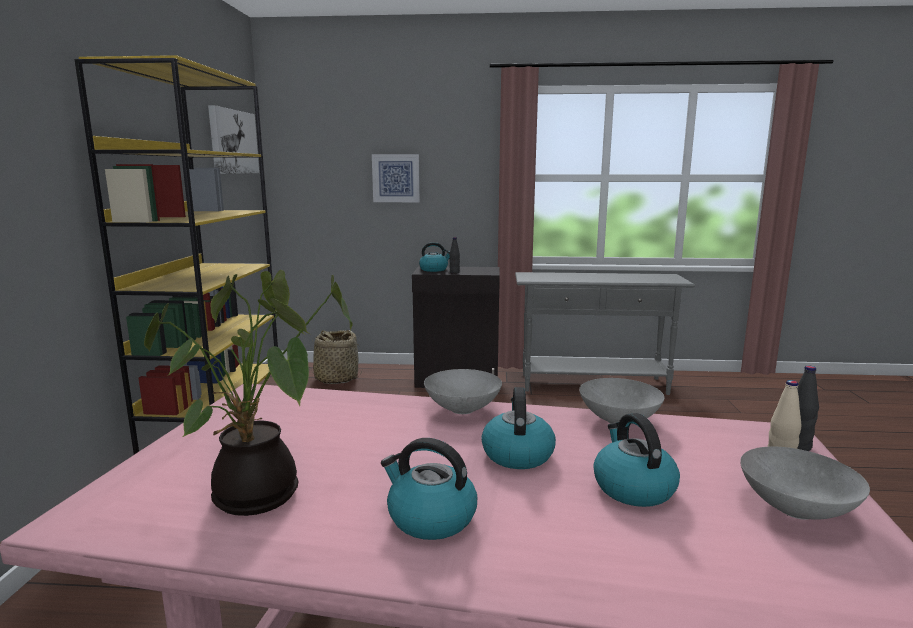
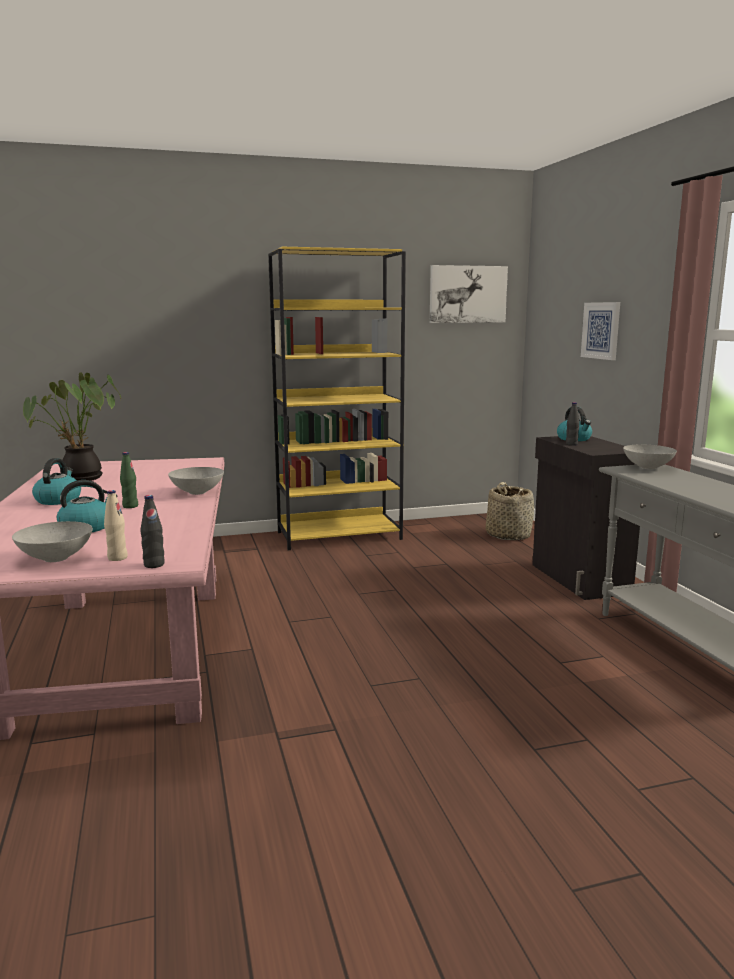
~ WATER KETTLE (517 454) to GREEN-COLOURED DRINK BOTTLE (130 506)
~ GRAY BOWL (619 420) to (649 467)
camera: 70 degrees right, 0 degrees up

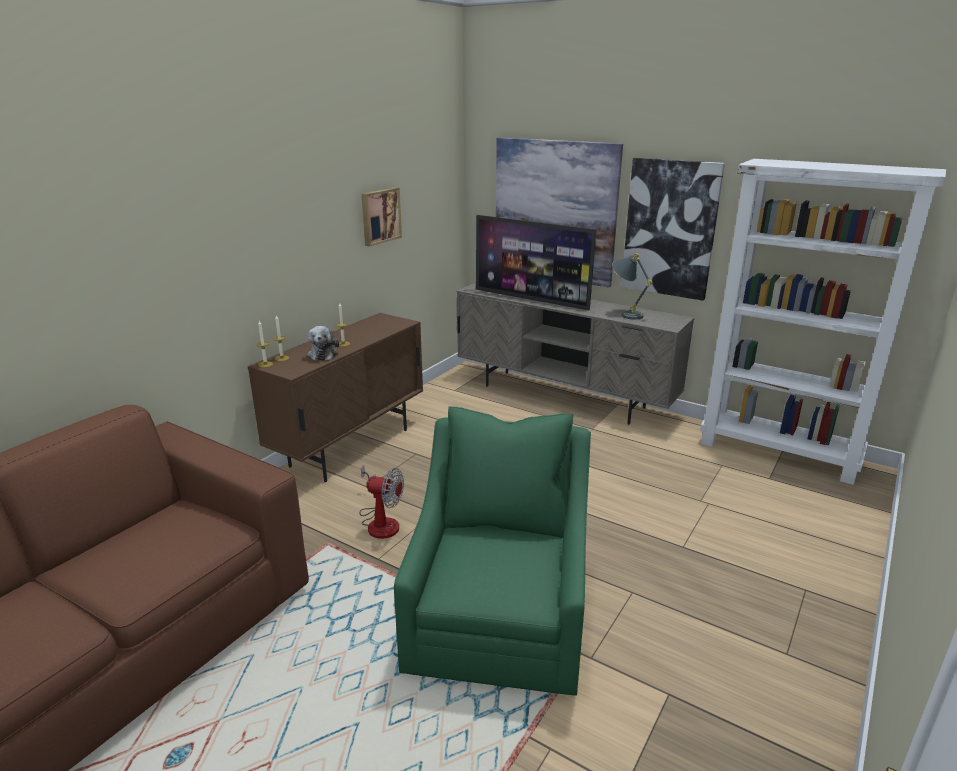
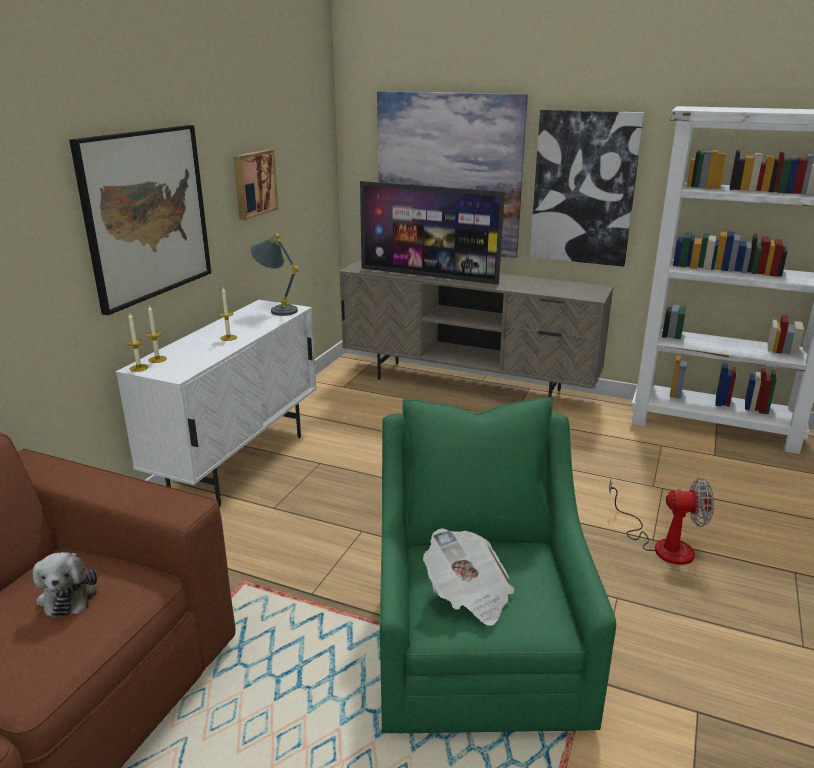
~ BROWNISH STORAGE CABINET (351 447) to WHITE STORAGE CABINET (239 463)
~ PLUSH TOY (323 354) to (69 594)
~ FAN (380 521) to (662 544)
~ GRAY TABLETOP LAMP (625 314) to (277 309)
+ WALL ART (146 215)
+ NEWSPAPER (468 594)
camera: 10 degrees left, 0 degrees up

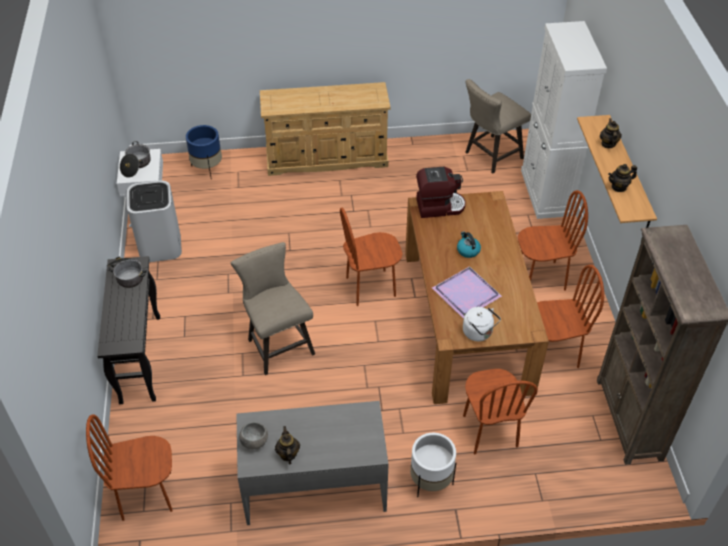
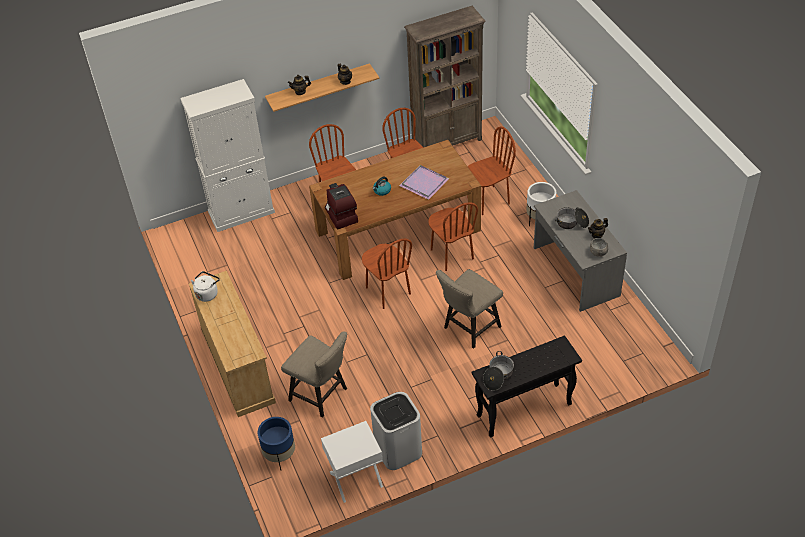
~ BROWNISH CHAIR (146 495) to (451 254)
~ SAUCEPOT (136 165) to (572 223)
~ WHITE WATER KETTLE (479 333) to (207 293)
~ BEIGE-COLOURED SITTING STOOL (490 156) to (322 396)
camera: 105 degrees left, 0 degrees up

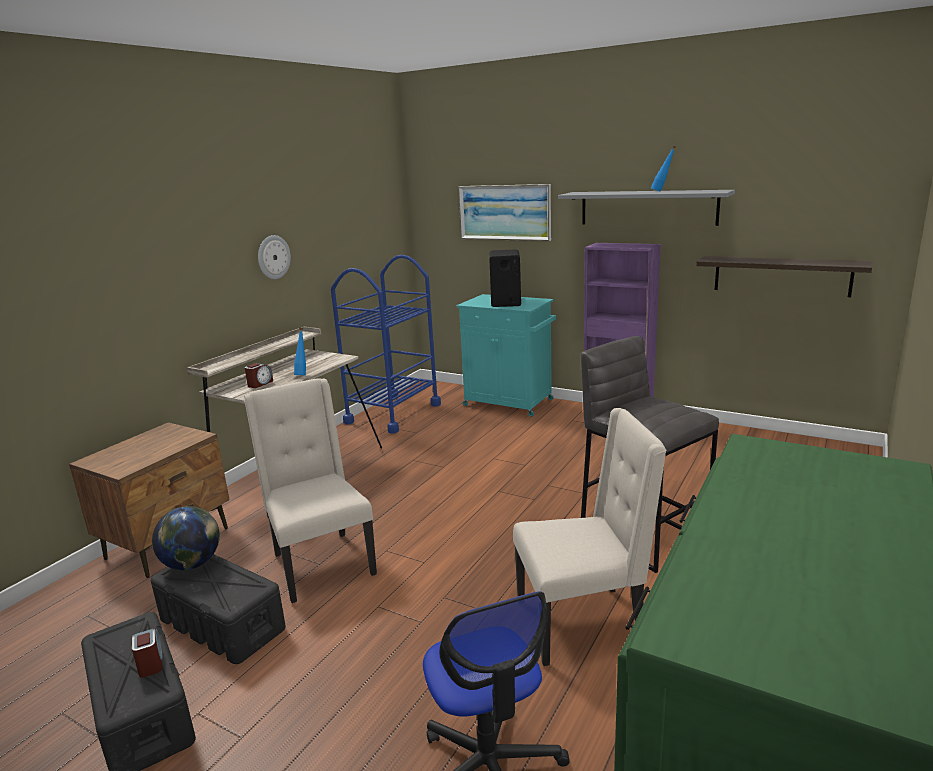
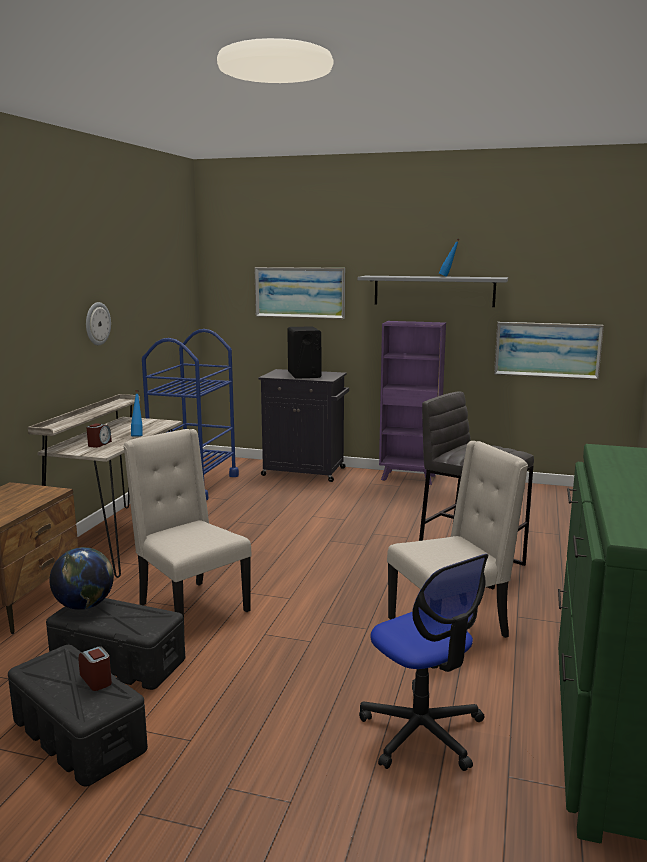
~ TURQUOISE-COLOURED STORAGE CABINET (510 403) to BLACKISH STORAGE CABINET (305 472)
~ BRACKET SHELF (781 275) to WALL ART (547 350)
camera: 15 degrees left, 5 degrees down

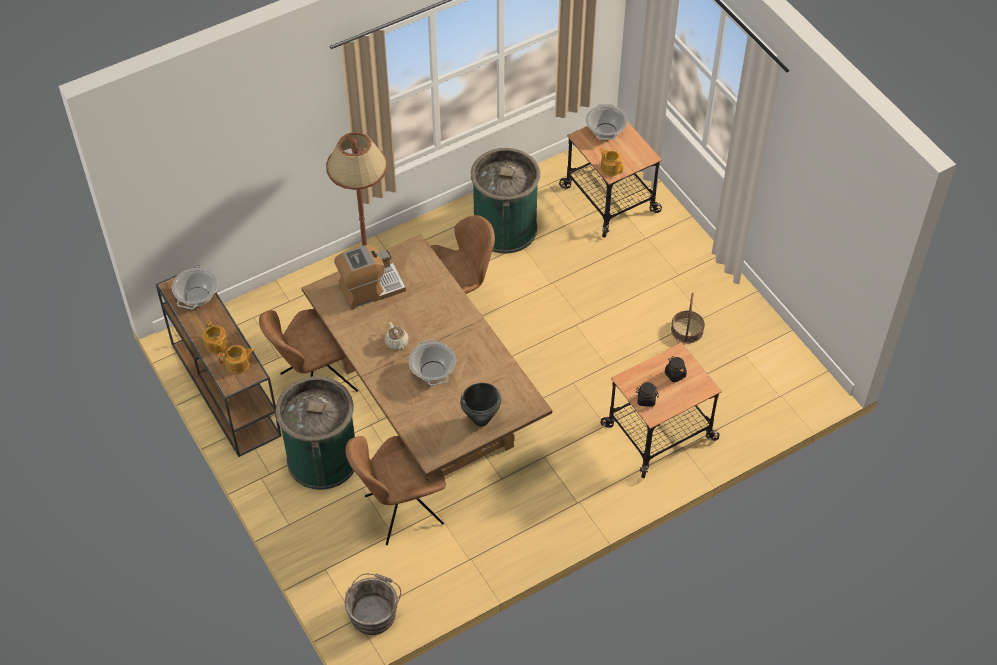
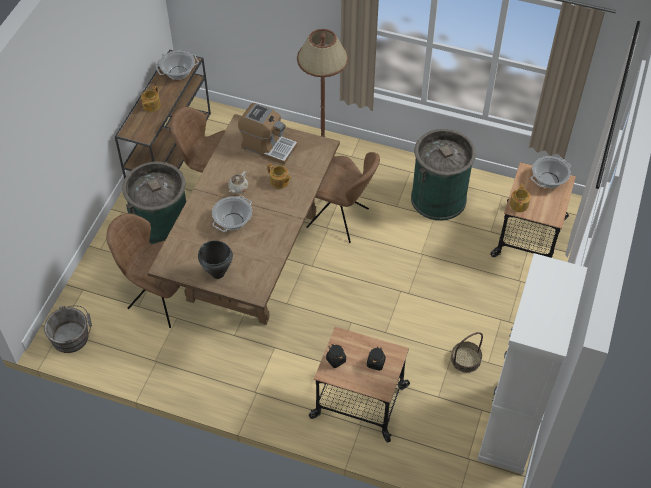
~ TEAPOT (238 364) to (279 182)
+ WHITE STORAGE CABINET (510 427)
camera: 50 degrees right, 0 degrees up

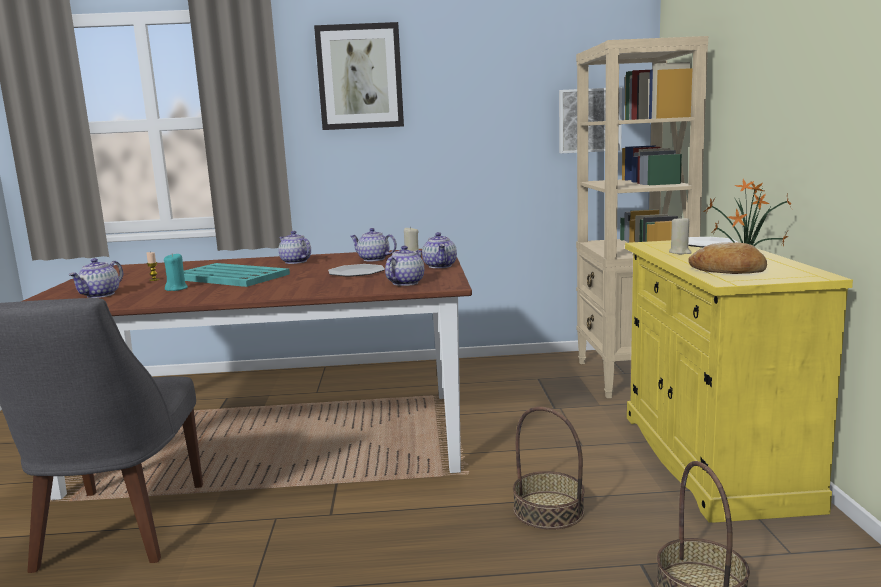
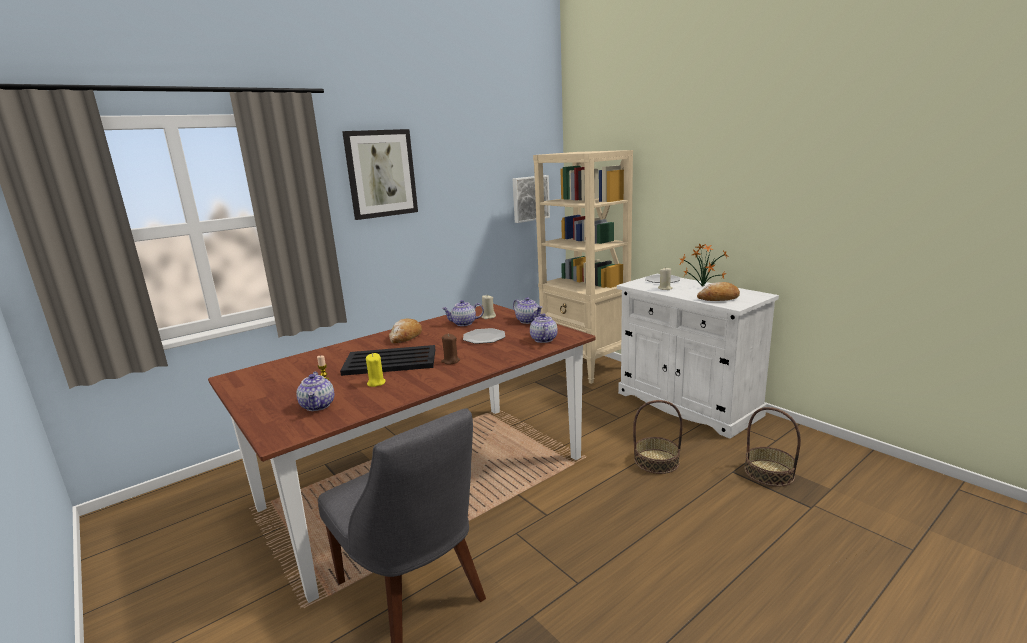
~ TURQUOISE-COLOURED WAX LIGHT (176 289) to YELLOWISH WAX LIGHT (376 383)
~ TURQUOISE-COLOURED CARRYING TRAY (231 277) to BLACKISH CARRYING TRAY (391 361)
~ TEAPOT (295 262) to BAKED BREAD (405 337)
~ YELLOWISH STORAGE CABINET (712 459) to WHITE STORAGE CABINET (687 404)
+ BROWNISH WAX LIGHT (450 361)
camera: 35 degrees left, 5 degrees up

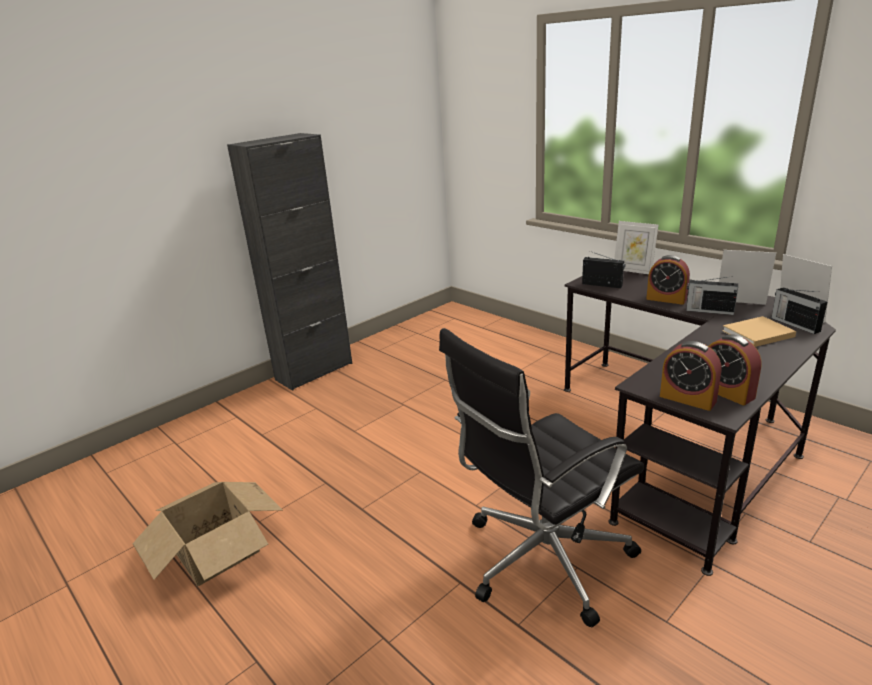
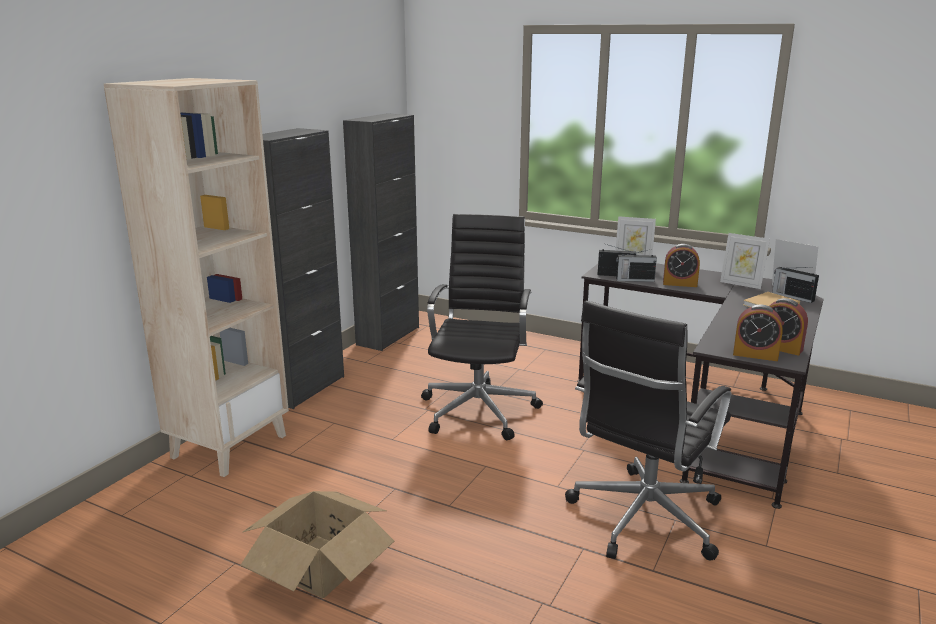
~ RADIO (708 311) to (634 280)
~ STANDING FRAME (740 304) = (741 284) 150 degrees counterclockwise
+ BEIGE-COLOURED BOOKSHELF (229 446)
+ BLACKISH STORAGE CABINET (388 336)
+ BLACKISH COMPUTER CHAIR (479 409)
camera: 20 degrees left, 5 degrees down

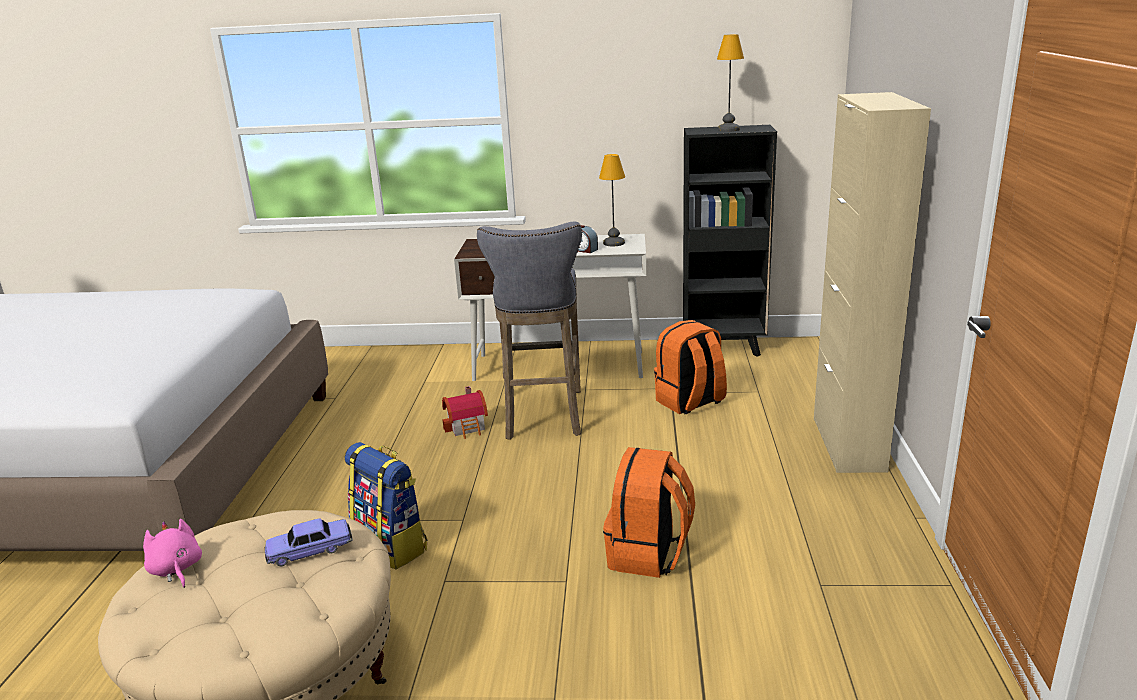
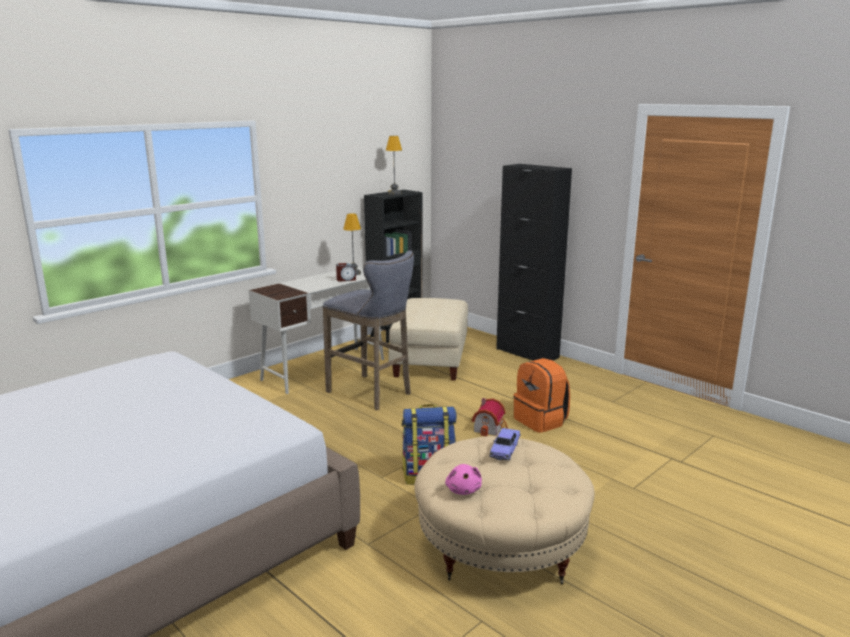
~ PINK PLUSH TOY (176 570) = (463 490) 105 degrees counterclockwise
~ MINIATURE HOUSE (468 427) to (490 428)
~ ORANGE RUCKSACK (690 402) to BEIGE-COLOURED FOOTREST (431 361)
~ BEIGE-COLOURED STORAGE CABINET (848 444) to BLACKISH STORAGE CABINET (527 353)
camera: 50 degrees left, 5 degrees down

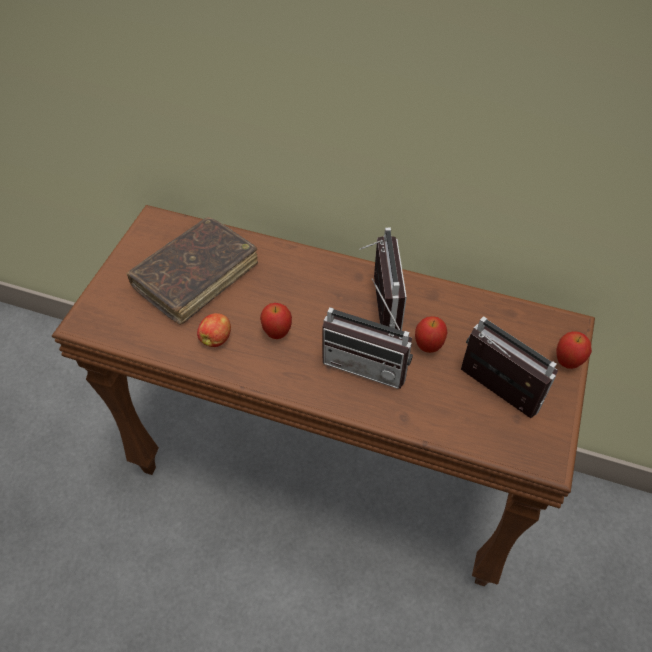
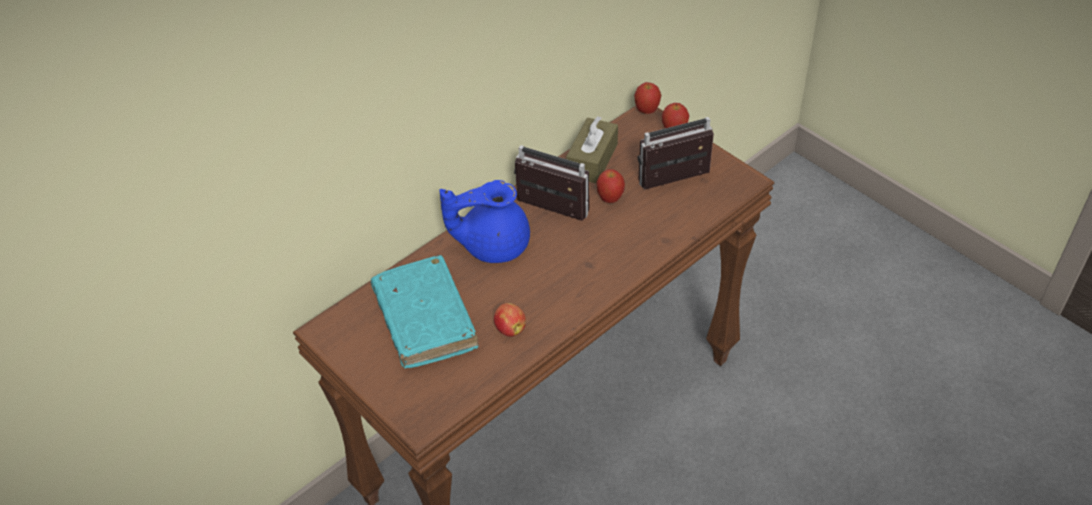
~ BROWNISH BOUND BOOK (196 276) to TURQUOISE-COLOURED BOUND BOOK (425 320)
~ APPLE FRUIT (277 333) to (646 111)
- RADIO (368 362)
+ BLUE-COLOURED TEAPOT (492 244)
+ BROWNISH TISSUE HOLDER (592 160)
camera: 60 degrees left, 5 degrees down

